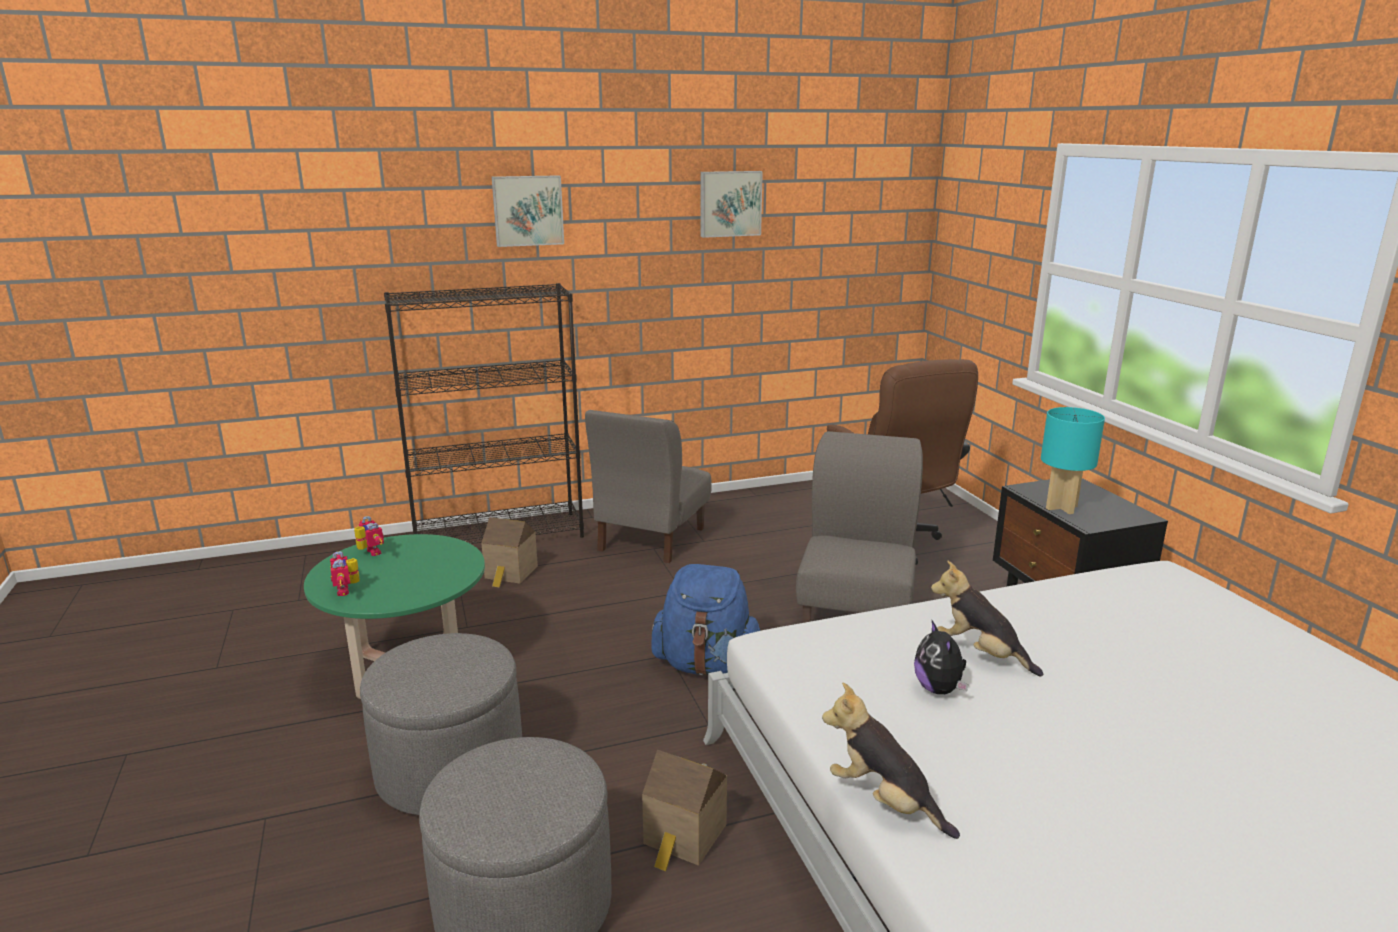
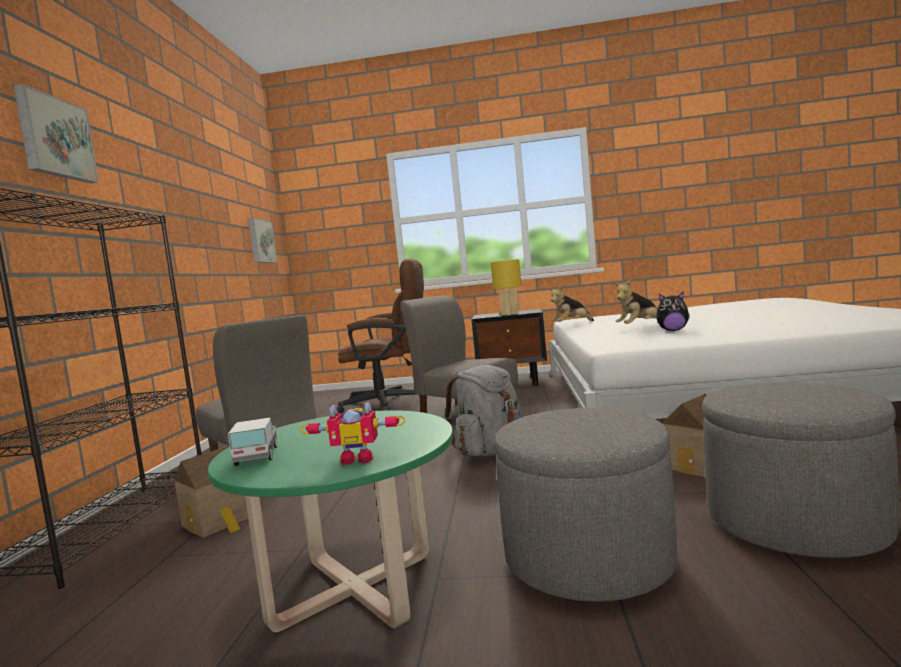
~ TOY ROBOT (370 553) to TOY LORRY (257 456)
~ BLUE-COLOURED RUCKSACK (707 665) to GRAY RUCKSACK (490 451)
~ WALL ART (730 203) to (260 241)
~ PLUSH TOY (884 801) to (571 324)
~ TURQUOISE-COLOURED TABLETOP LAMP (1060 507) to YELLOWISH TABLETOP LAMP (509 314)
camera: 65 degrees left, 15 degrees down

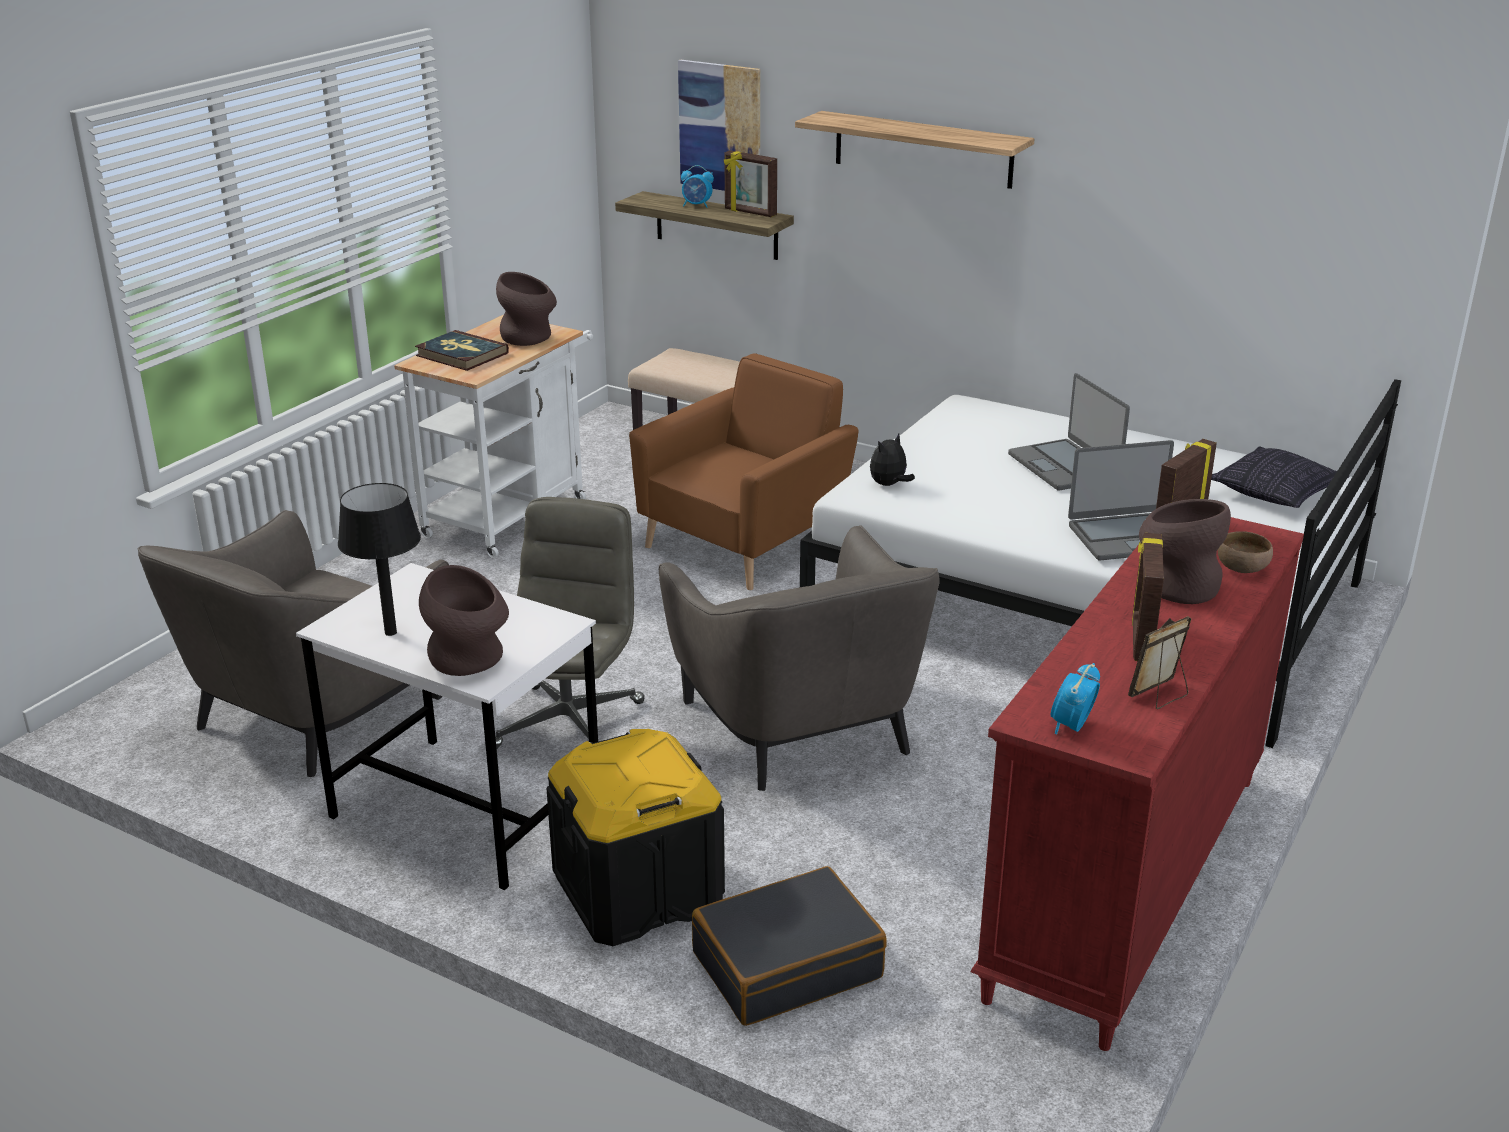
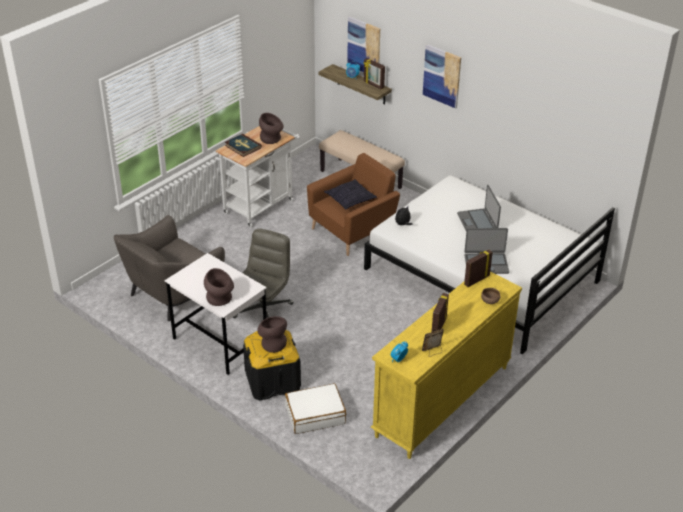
- BLACKISH TABLETOP LAMP (390 632)
- GRAY EASY CHAIR (800 726)
~ BLACKISH SUITCASE (787 964) to WHITE SUITCASE (315 414)
~ BRACKET SHELF (923 149) to WALL ART (442 76)
~ RED CHEST OF DRAWERS (1126 884) to YELLOWISH CHEST OF DRAWERS (442 401)
~ BROWNISH DECORATIVE VASE (1176 585) to (272 343)
~ THROW PILLOW (1274 493) to (350 200)
camera: 10 degrees right, 10 degrees up

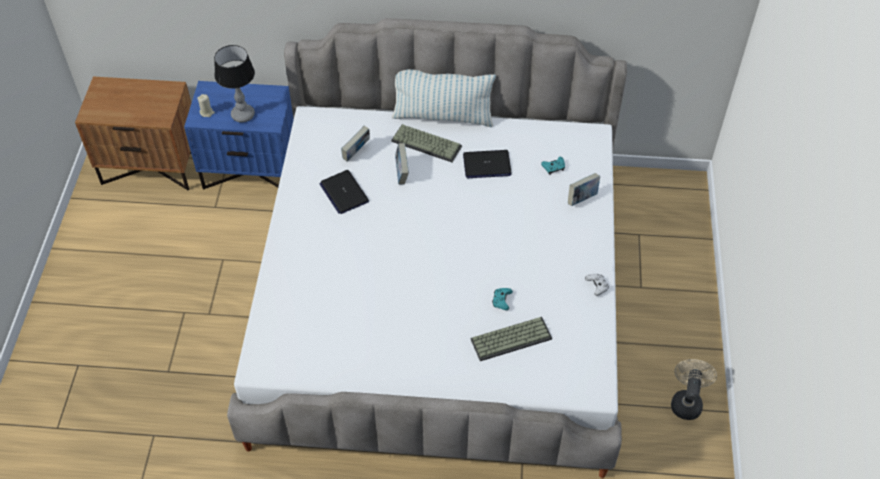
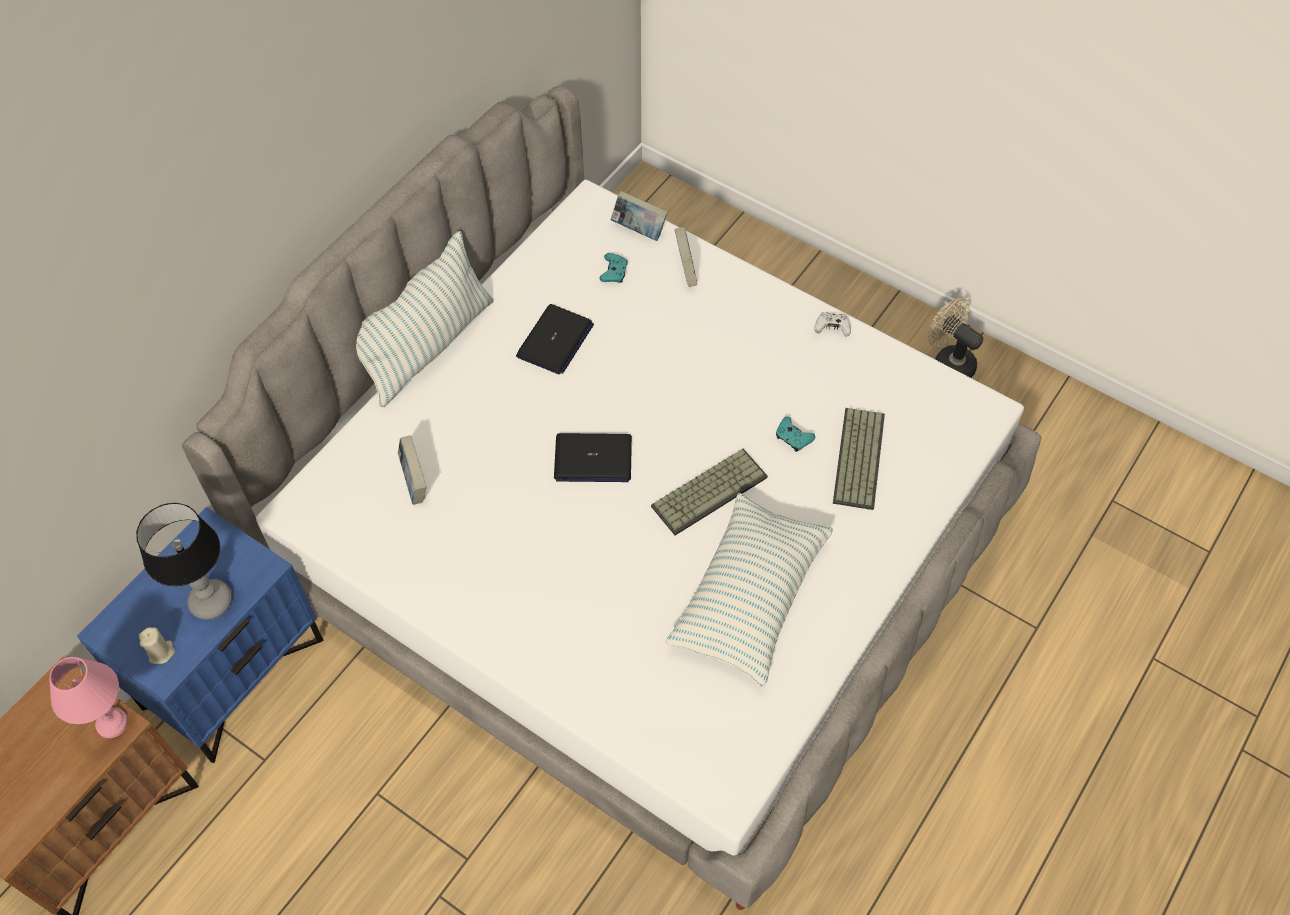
~ PORTABLE COMPUTER (344 192) to (592 459)
~ COMPUTER KEYBOARD (427 143) to (709 490)
~ BOUND BOOK (401 173) to (639 230)
+ PINK TABLETOP LAMP (110 723)
+ THROW PILLOW (749 597)
camera: 60 degrees left, 5 degrees up

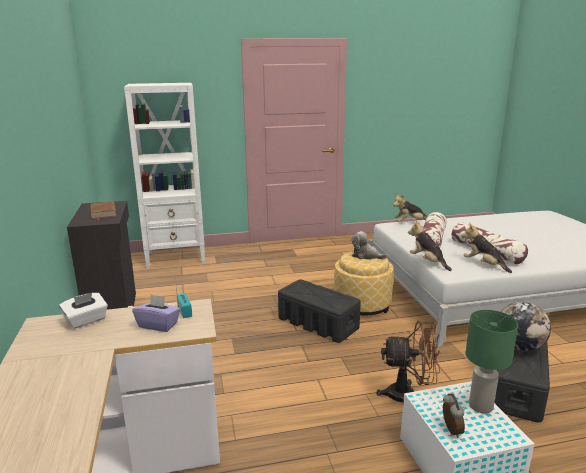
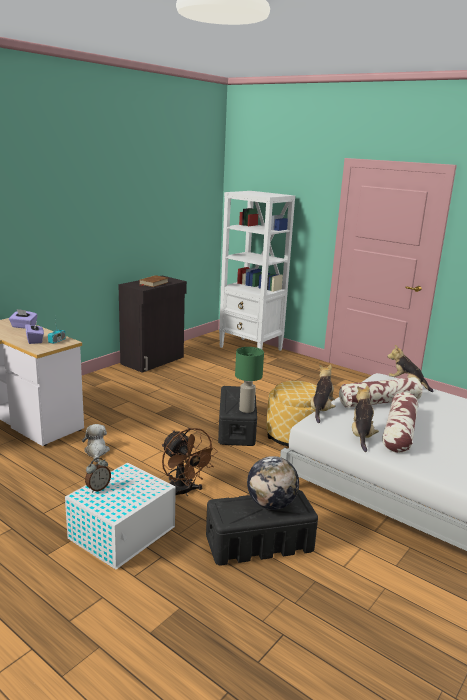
~ WHITE TISSUE HOLDER (86 321) to PURPLE-COLOURED TISSUE HOLDER (23 326)
~ PLUSH TOY (366 256) to (96 452)
~ GREEN-COLOURED TABLETOP LAMP (480 405) to (247 410)
camera: 50 degrees right, 0 degrees up

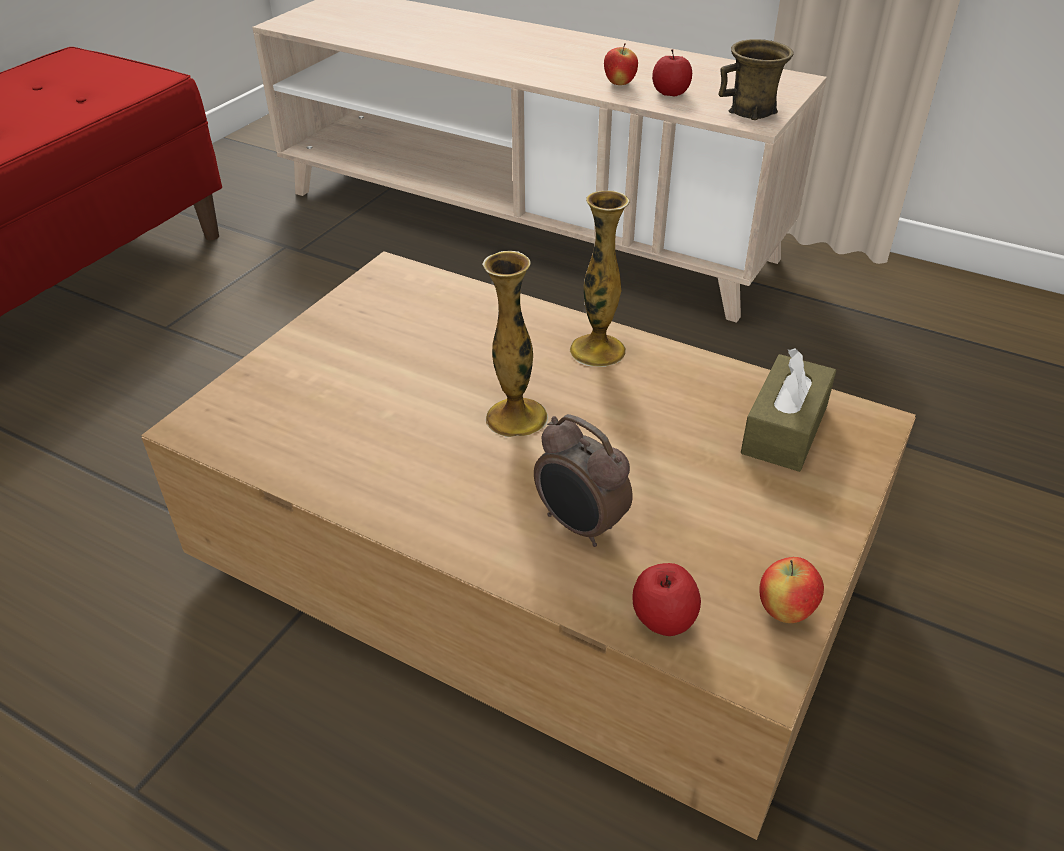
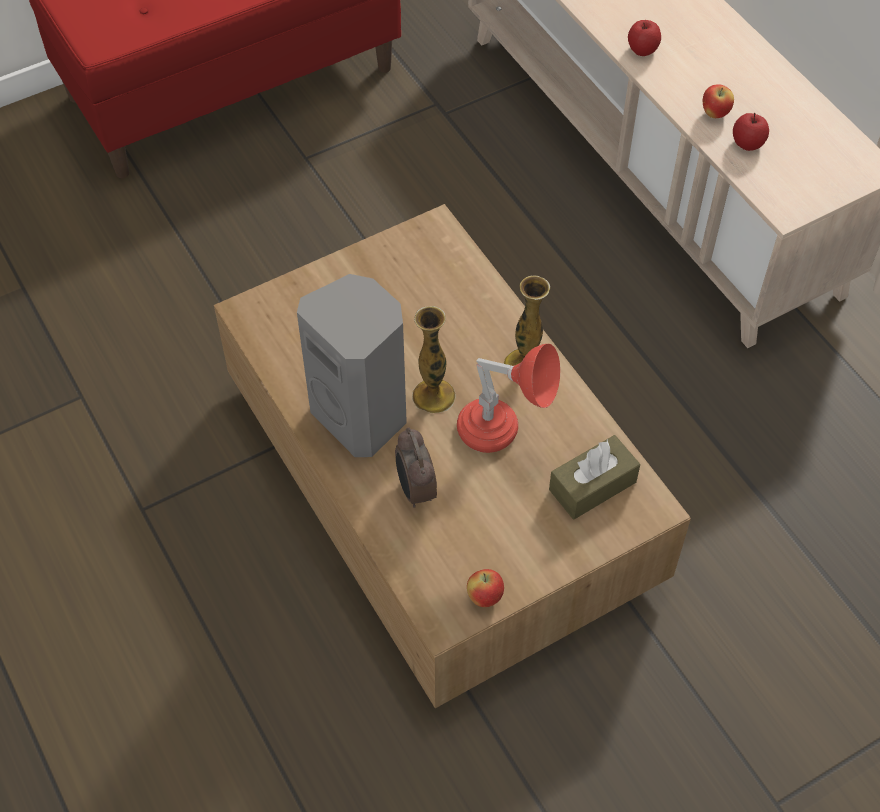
~ APPLE FRUIT (663 619) to (642 49)
- BROWNISH MUG (752 111)
+ GRAY SPEAKER (362 416)
+ RED TABLETOP LAMP (502 437)
camera: 30 degrees right, 15 degrees up

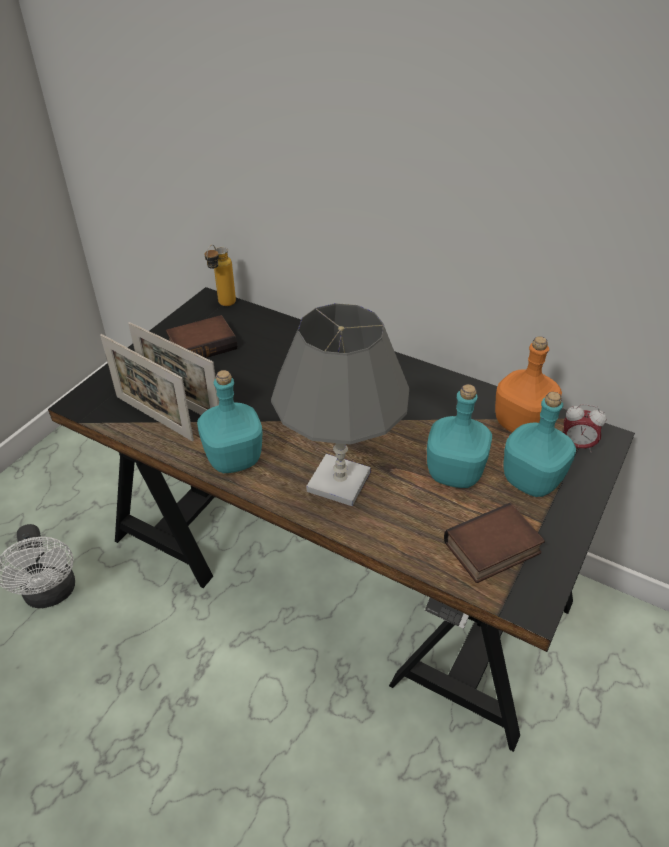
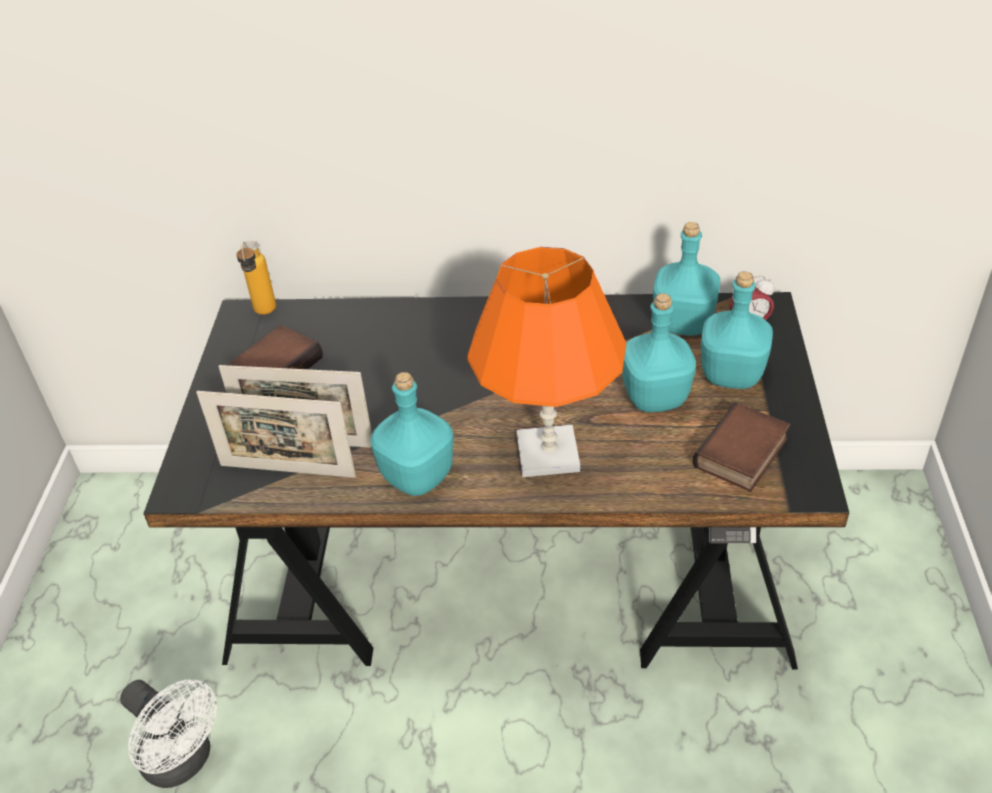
~ GRAY TABLETOP LAMP (339 481) to ORANGE TABLETOP LAMP (548 453)
~ ORANGE DRINK BOTTLE (521 423) to TURQUOISE-COLOURED DRINK BOTTLE (683 323)
camera: 25 degrees left, 0 degrees up

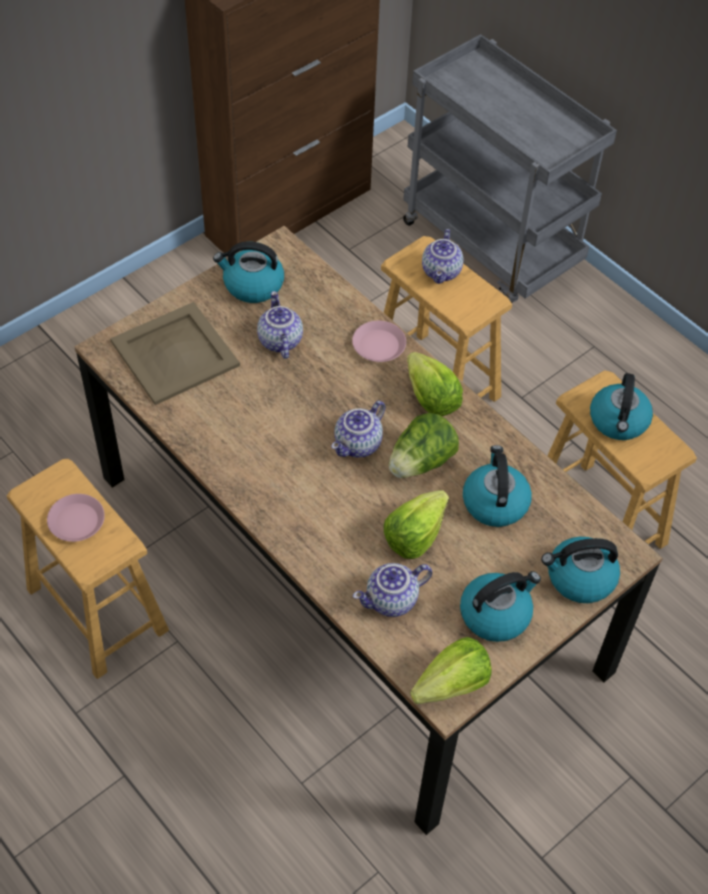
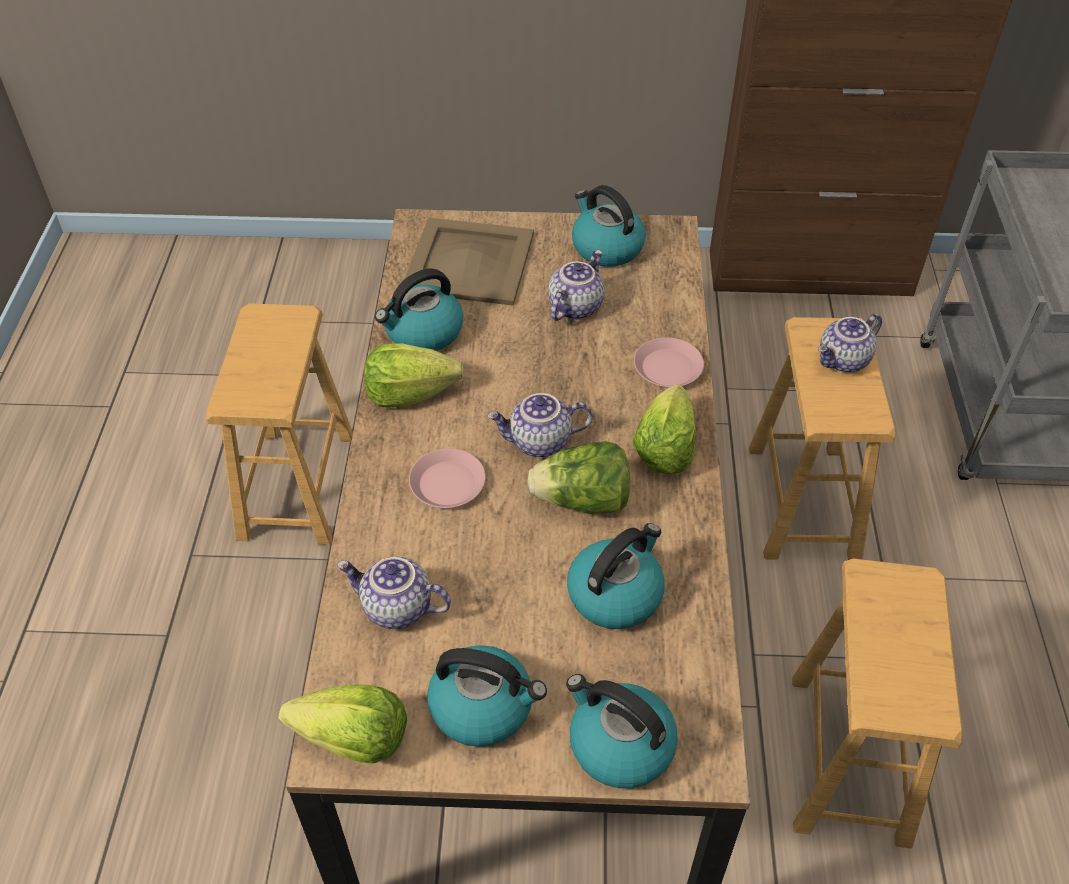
~ PINK DINNER PLATE (77 521) to (448 484)
~ HEAD OF LETTUCE (414 535) to (409 393)
~ WATER KETTLE (618 421) to (423 333)
camera: 45 degrees right, 5 degrees down

